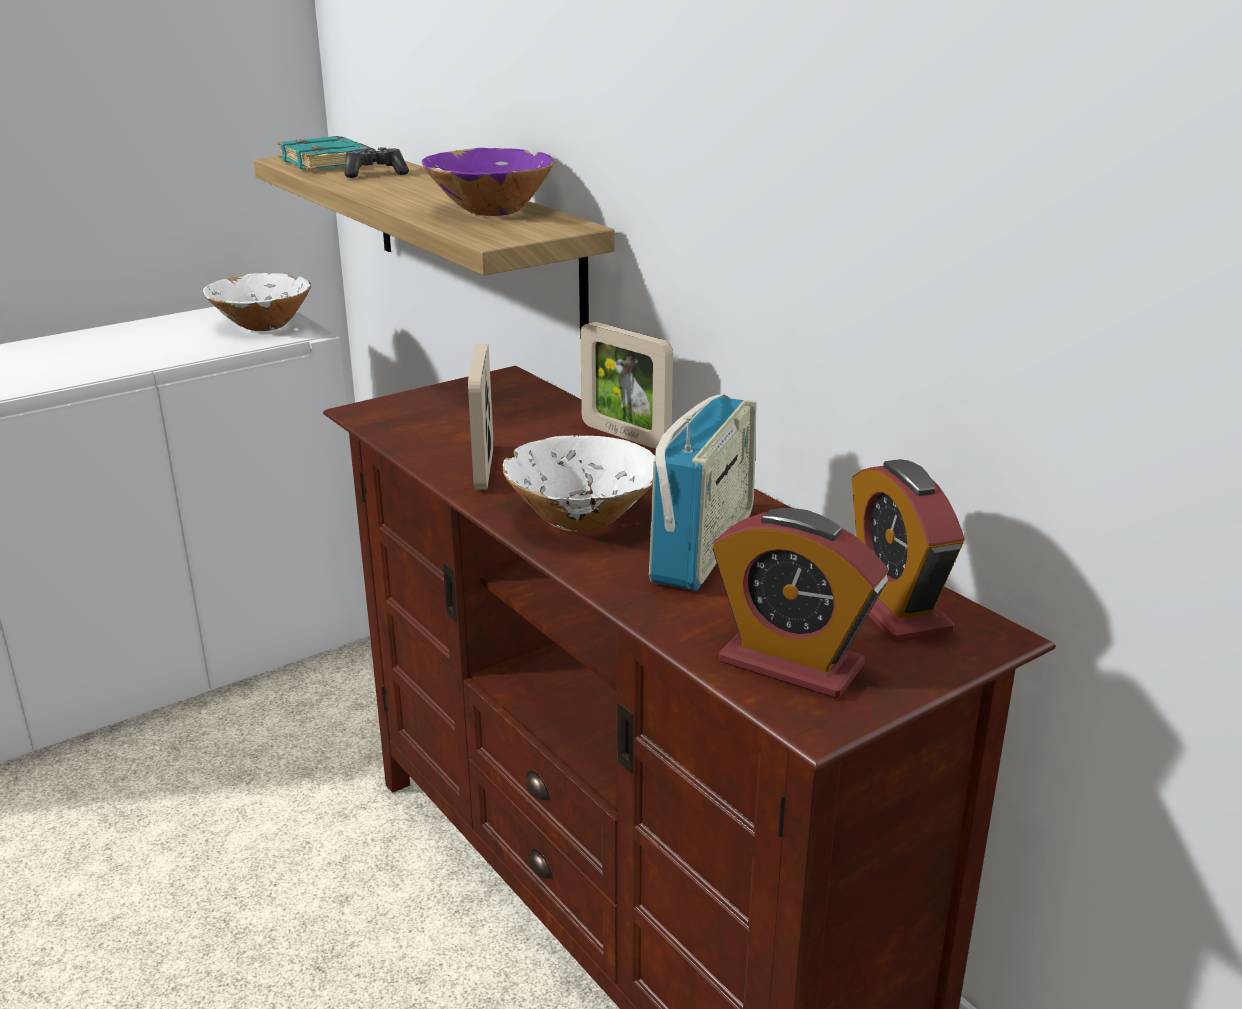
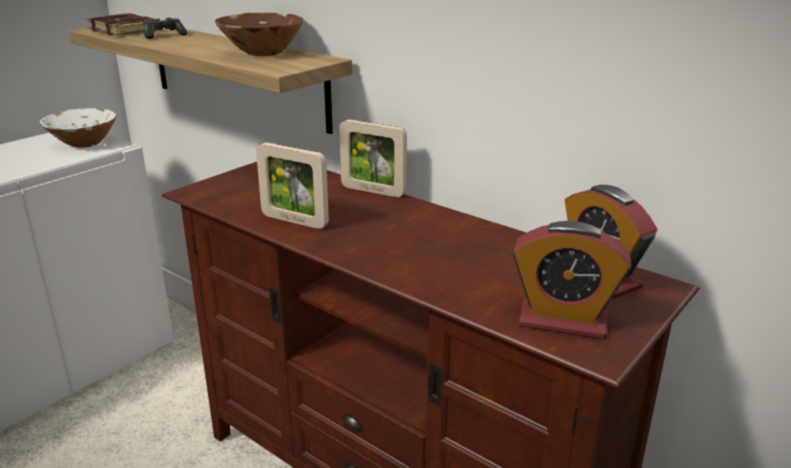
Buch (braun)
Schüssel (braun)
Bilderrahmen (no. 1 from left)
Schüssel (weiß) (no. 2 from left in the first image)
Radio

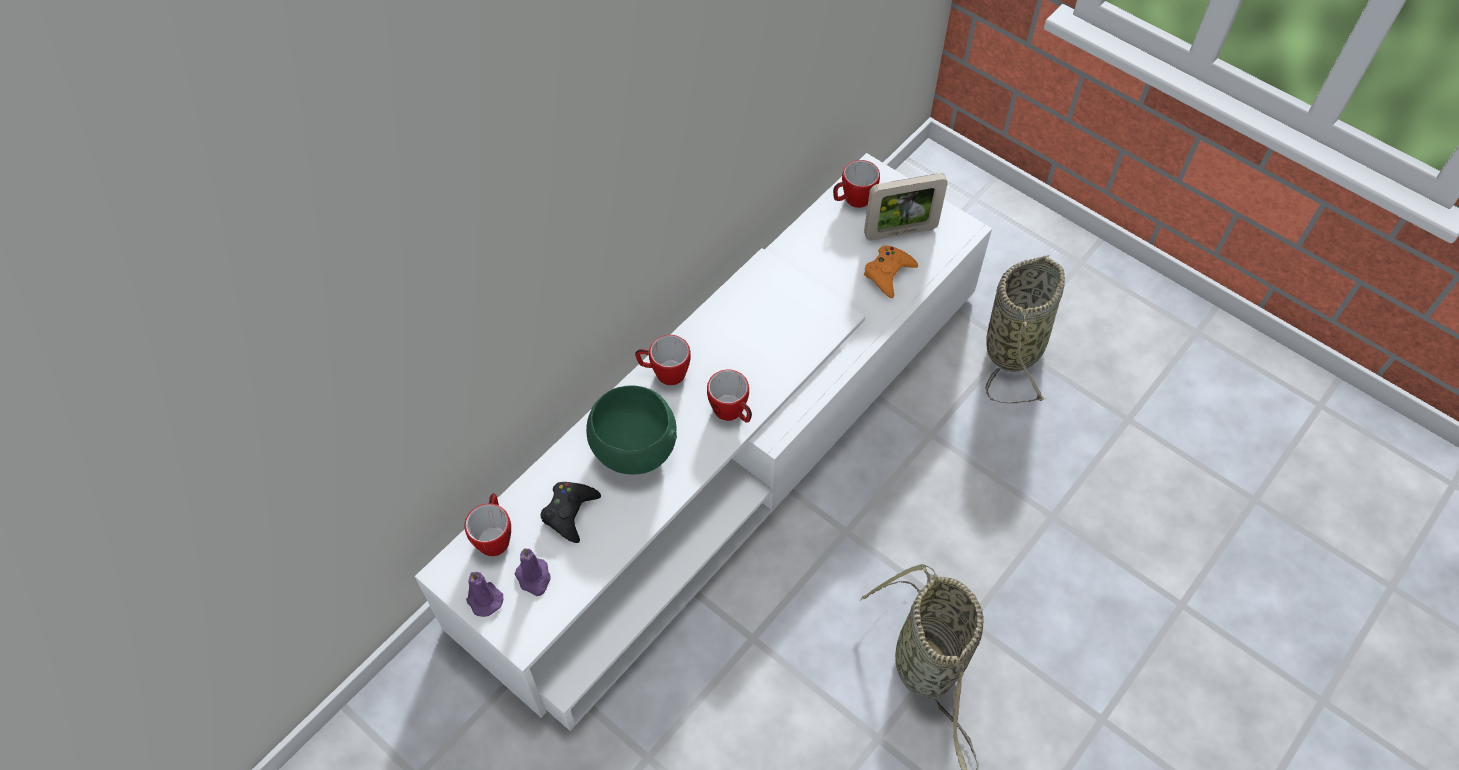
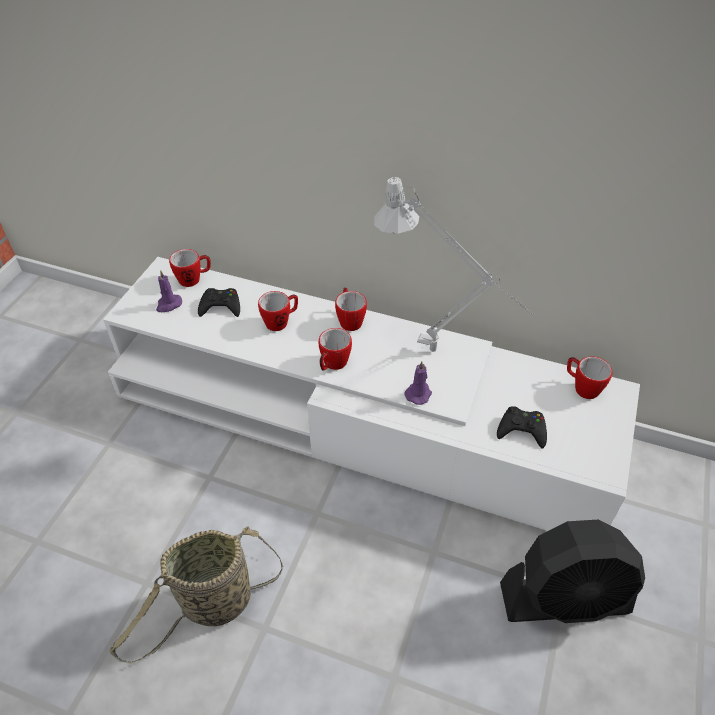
Kerze (lila) (no. 2 from left)
Henkelbecher (no. 2 from left)
Bilderrahmen
Gamepad (schwarz) (no. 2 from left)
Ventilator (schwarz)
Tischlampe (grau)

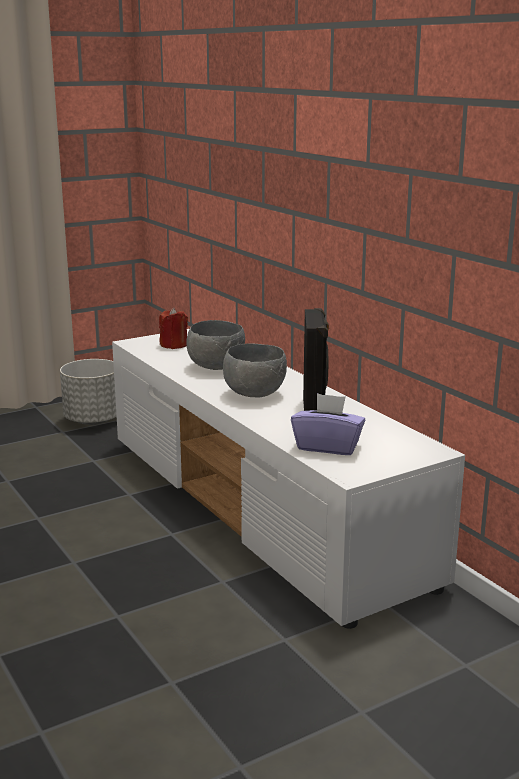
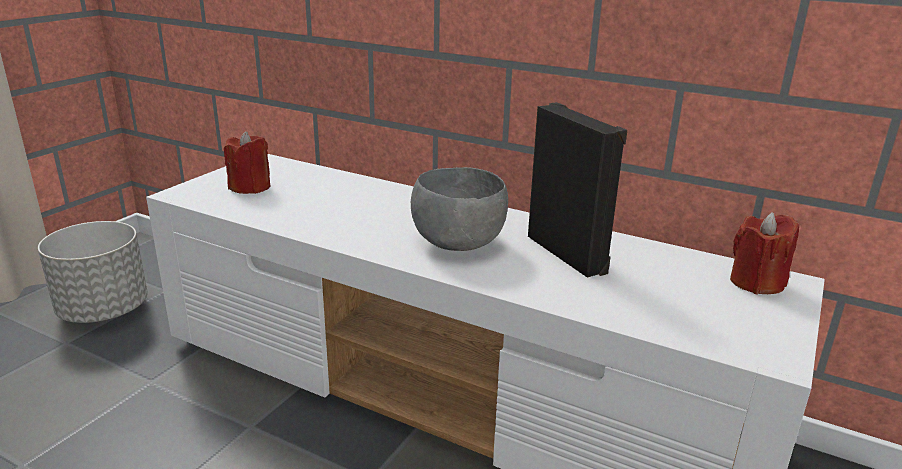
Schüssel (grau) (no. 1 from left in the first image)
Taschentuchbox (lila)
Kerze (rot) (no. 2 from left)

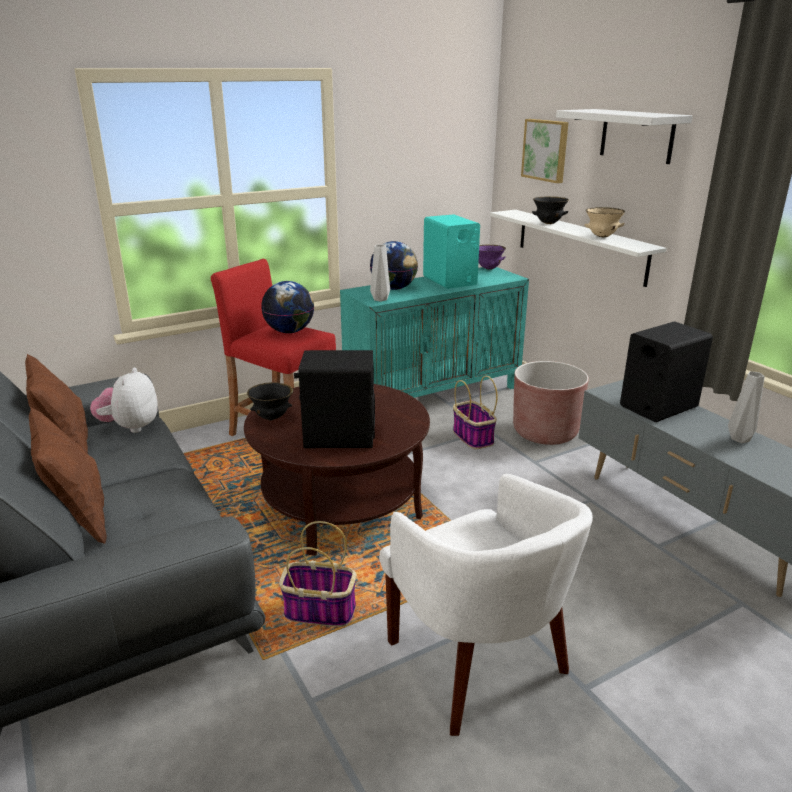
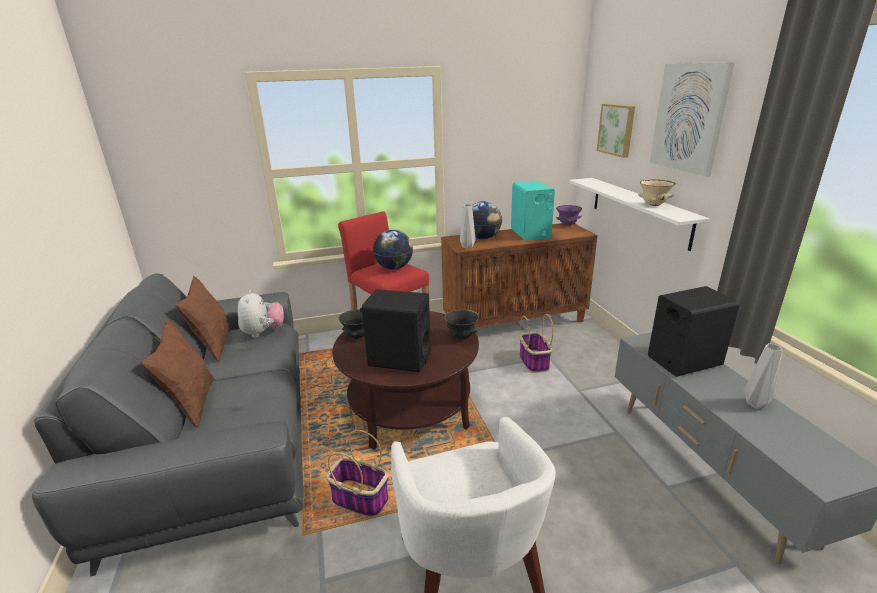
Plüschtier
Schrank (braun)
Pflanzkübel (braun)
Schüssel (schwarz) (no. 2 from left)
Bild (no. 2 from left)

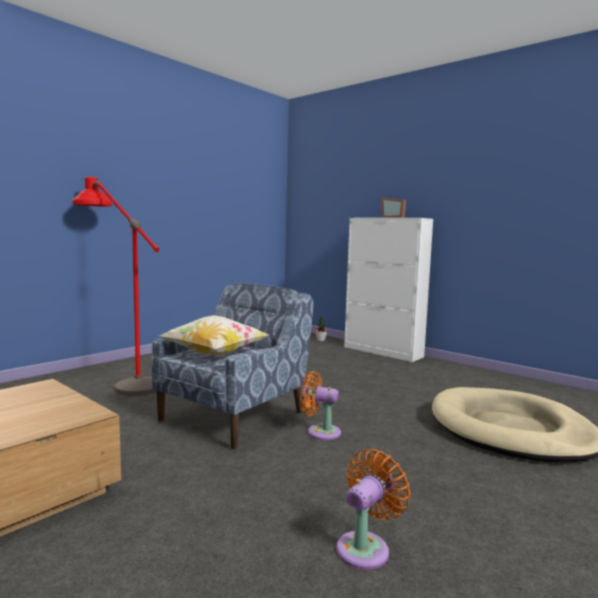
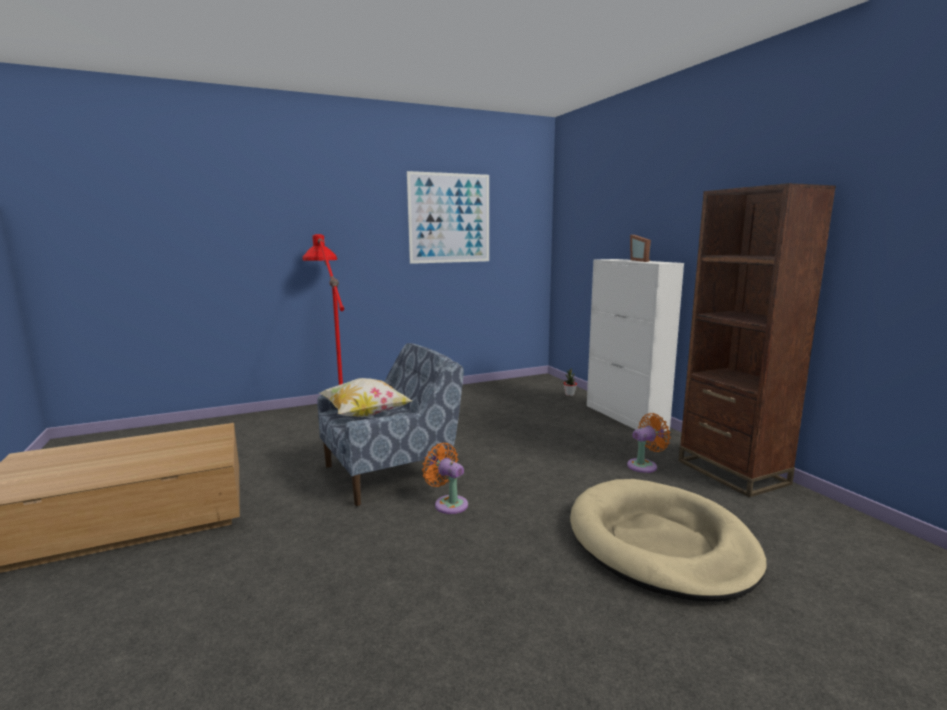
Ventilator (orange) (no. 2 from left)
Bild
Bücherregal (braun)

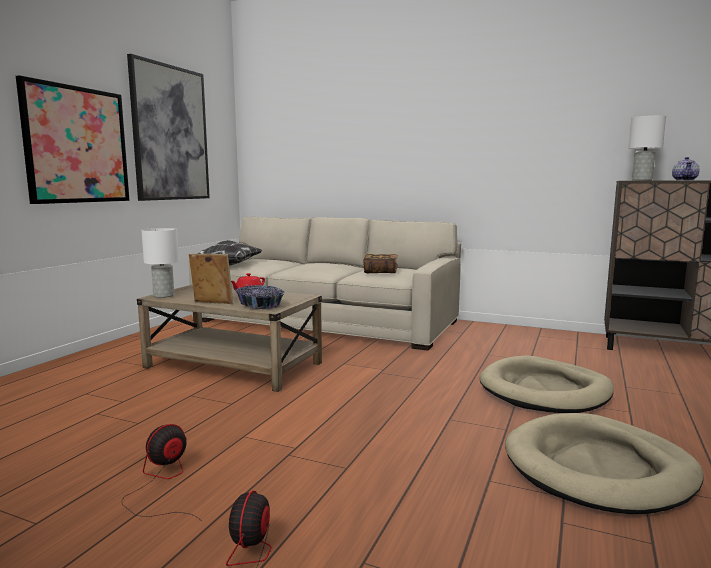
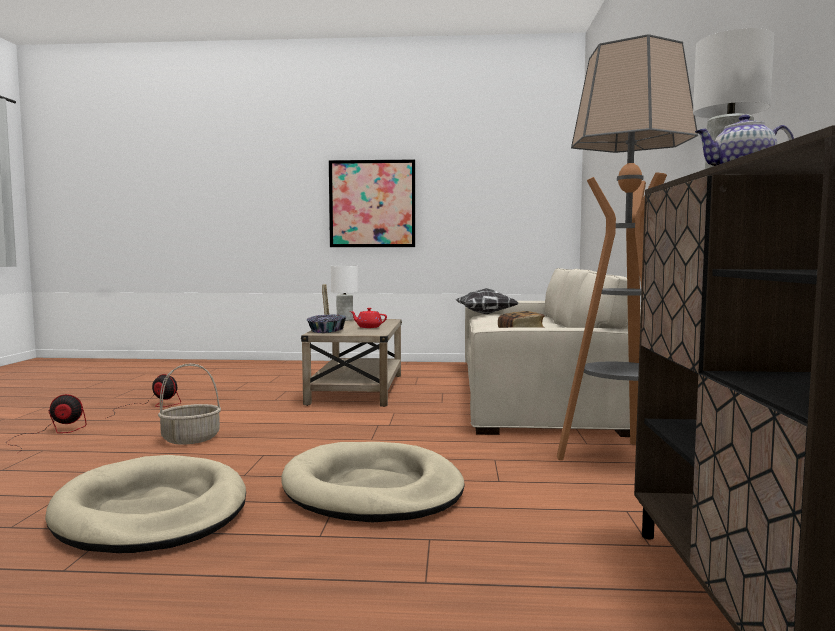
Bild (no. 2 from left in the first image)
Korb
Stehlampe

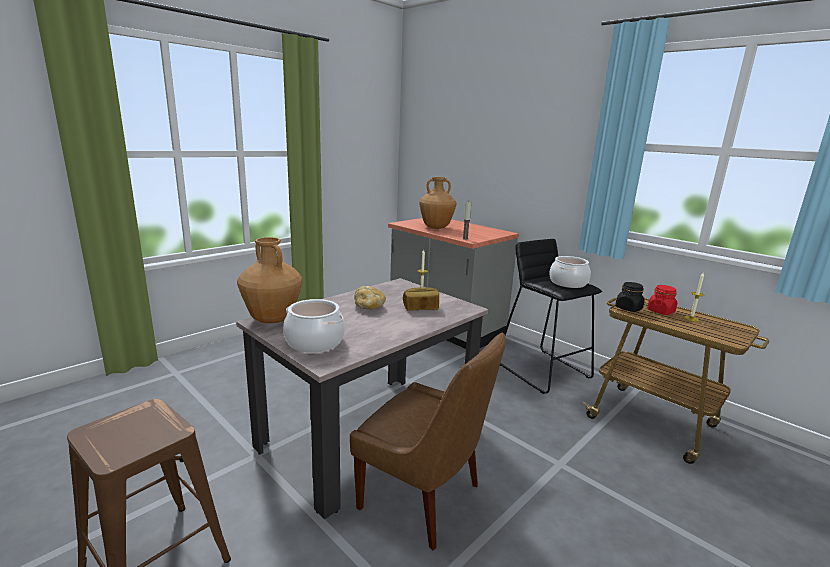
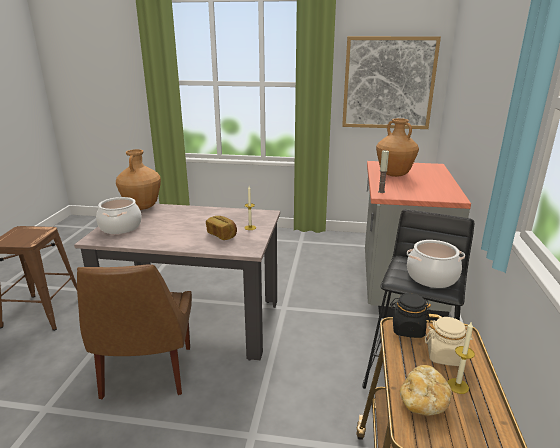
Brot (no. 2 from left)
Vorratsglas (beige)
Bild

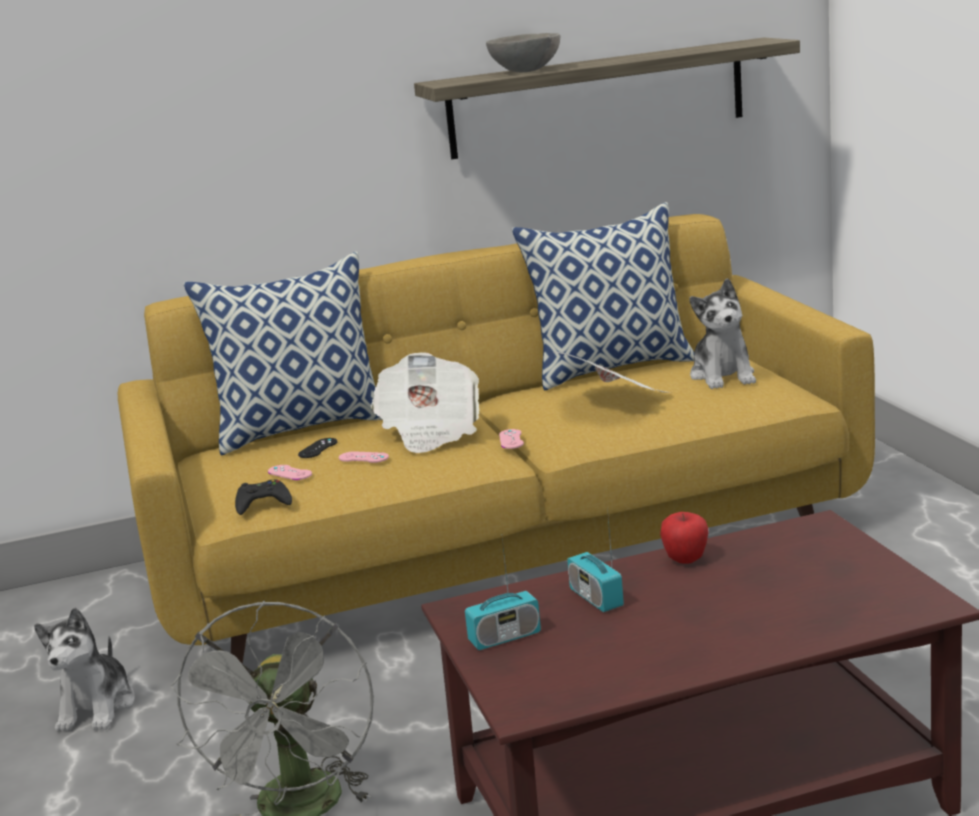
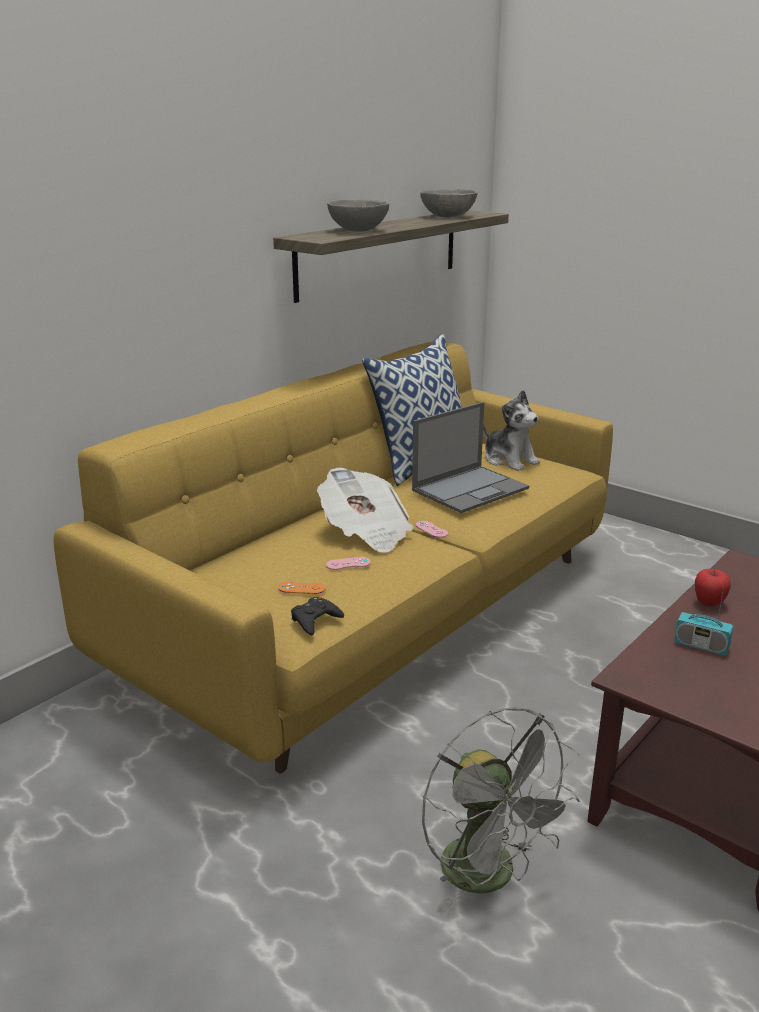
Plüschtier (no. 1 from left in the first image)
Kissen (no. 1 from left in the first image)
Gamepad (orange)
Gamepad (schwarz) (no. 2 from left in the first image)
Radio (no. 1 from left in the first image)
Laptop
Schüssel (grau) (no. 2 from left)

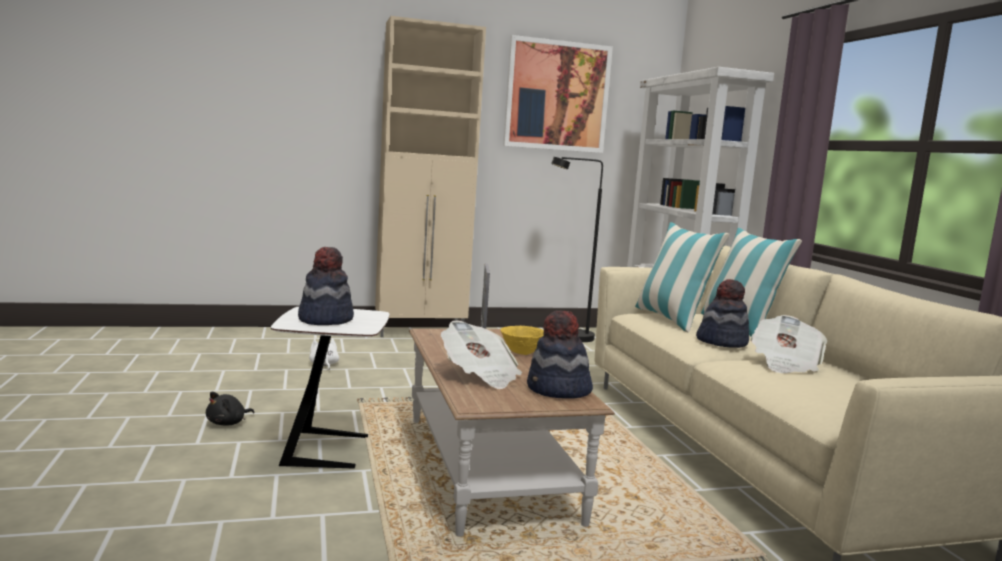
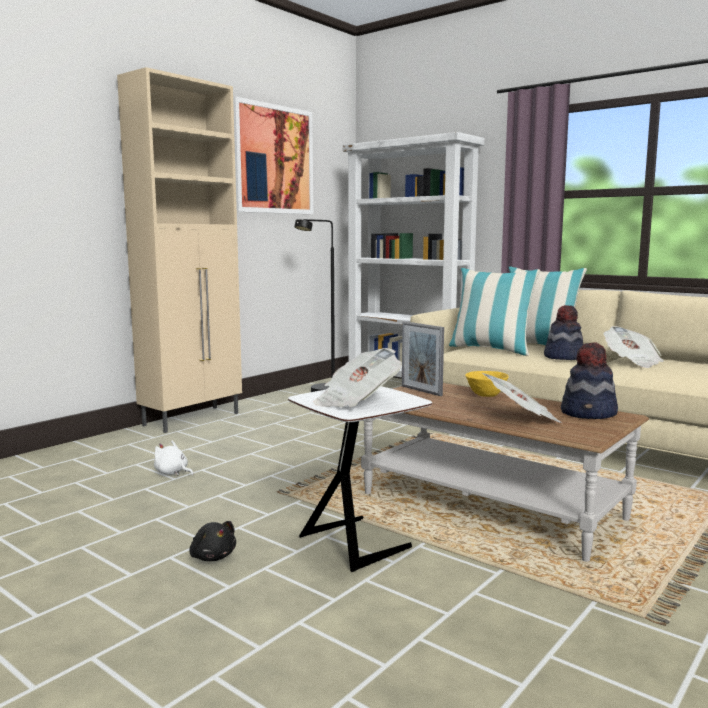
Plüschtier (schwarz)
Zeitung (no. 1 from left)

